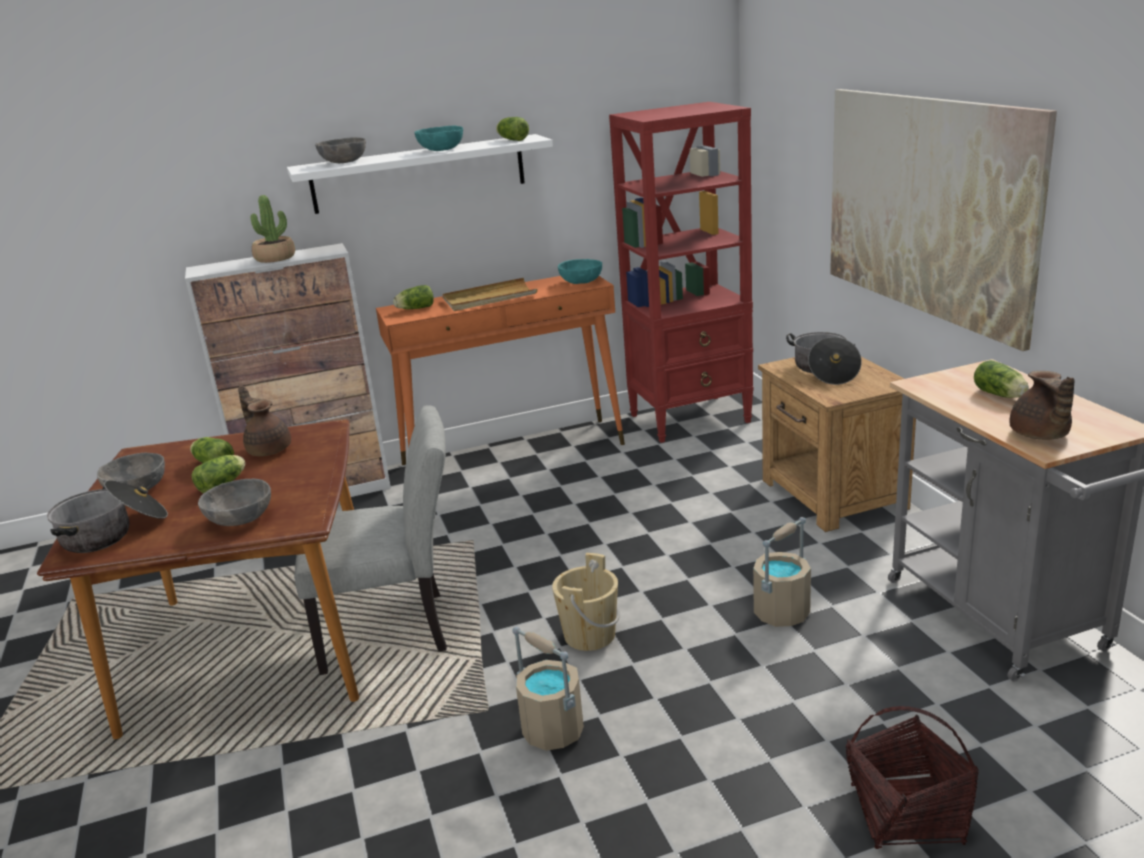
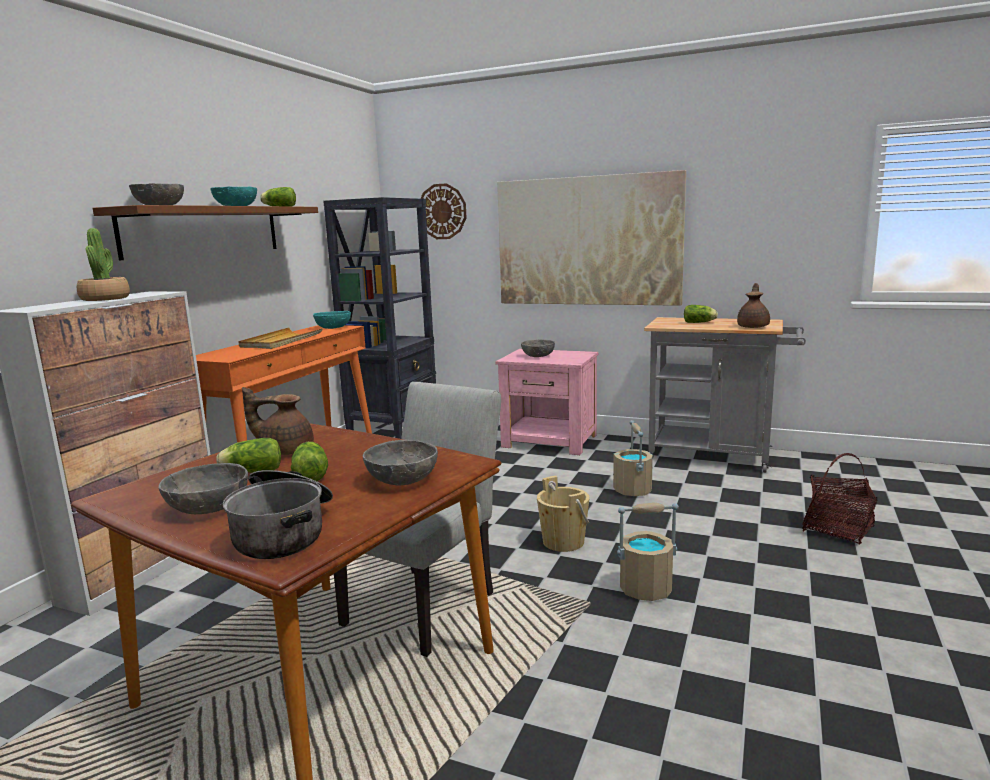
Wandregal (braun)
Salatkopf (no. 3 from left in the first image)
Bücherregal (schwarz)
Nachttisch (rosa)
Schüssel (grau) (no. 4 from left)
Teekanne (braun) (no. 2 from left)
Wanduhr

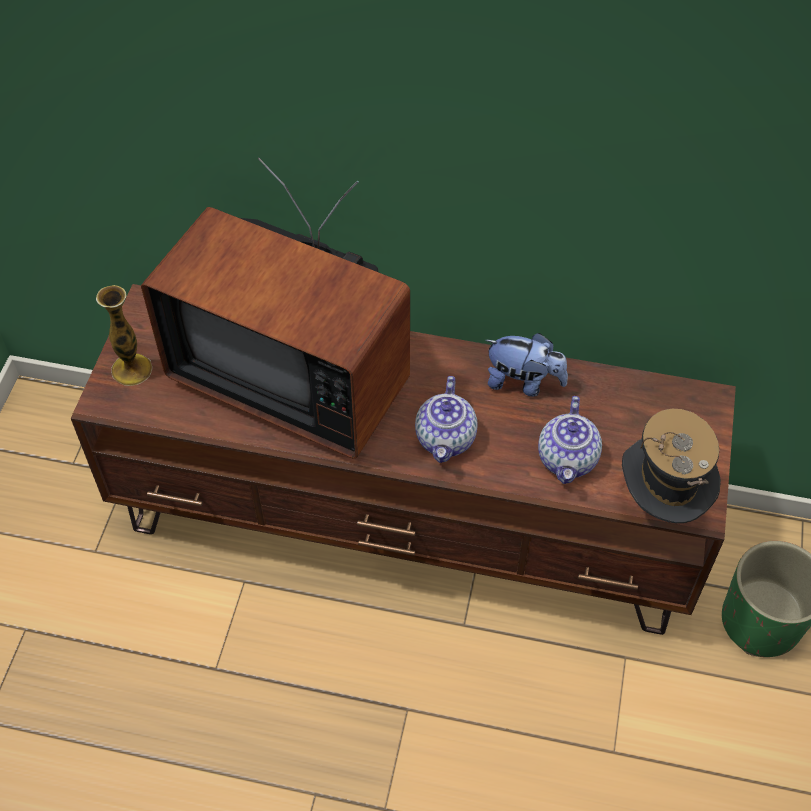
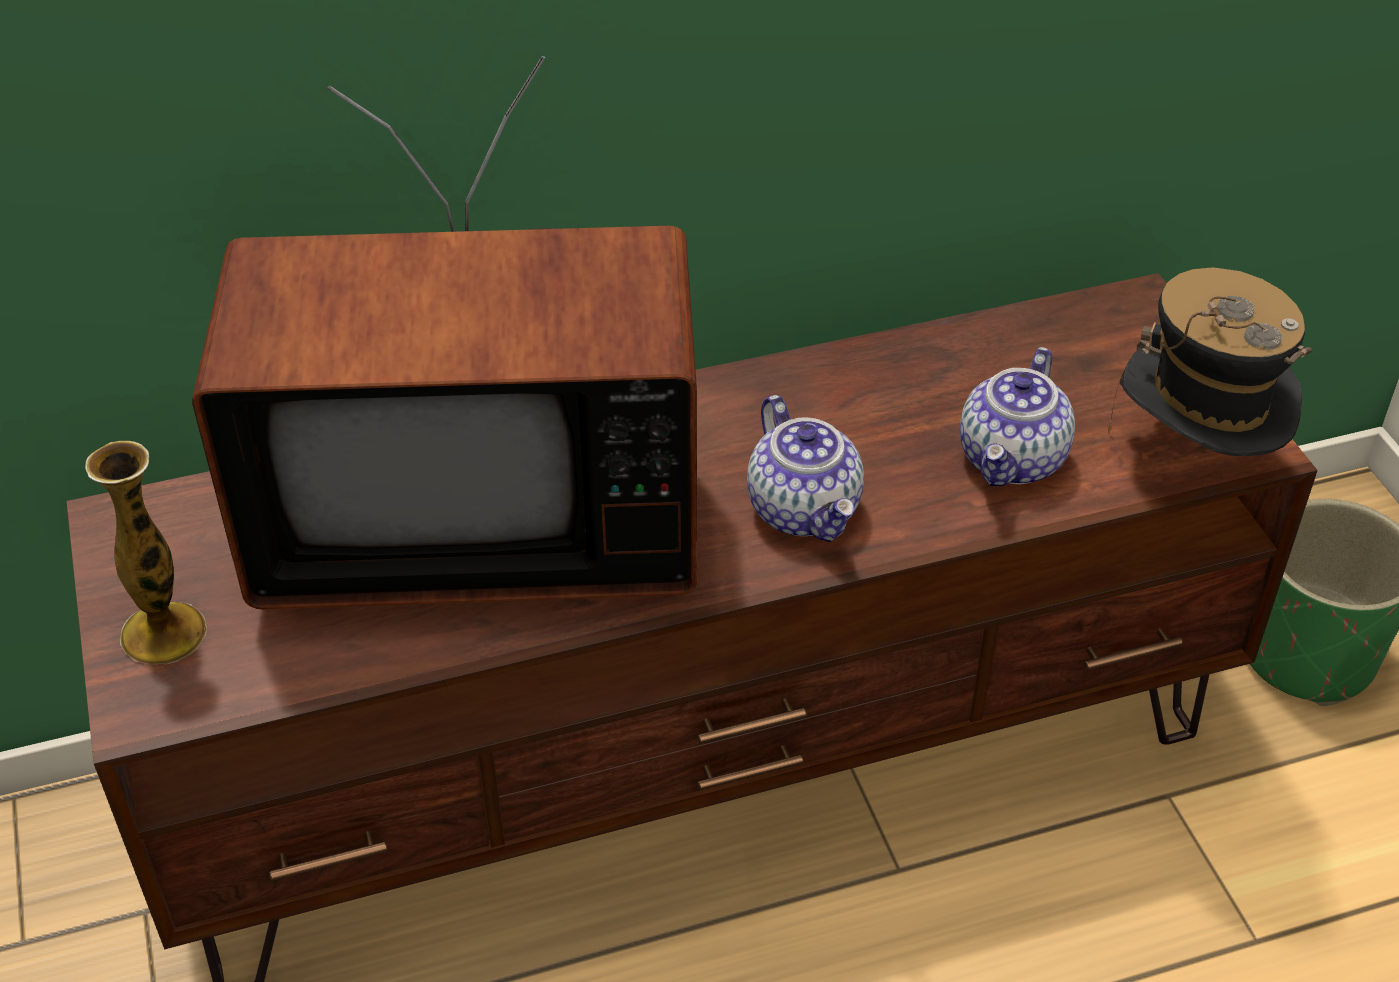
Plüschtier
Teekanne (no. 2 from left)

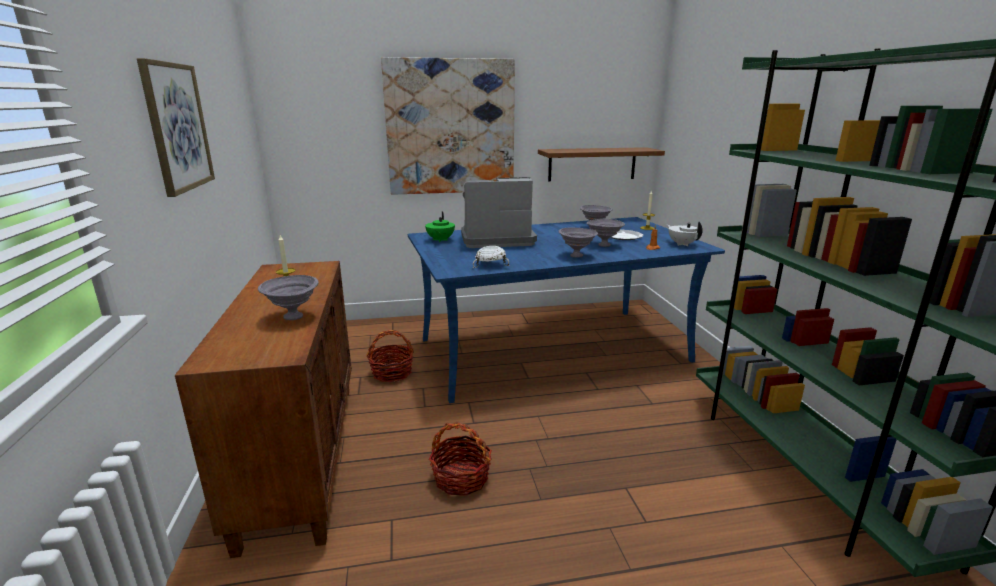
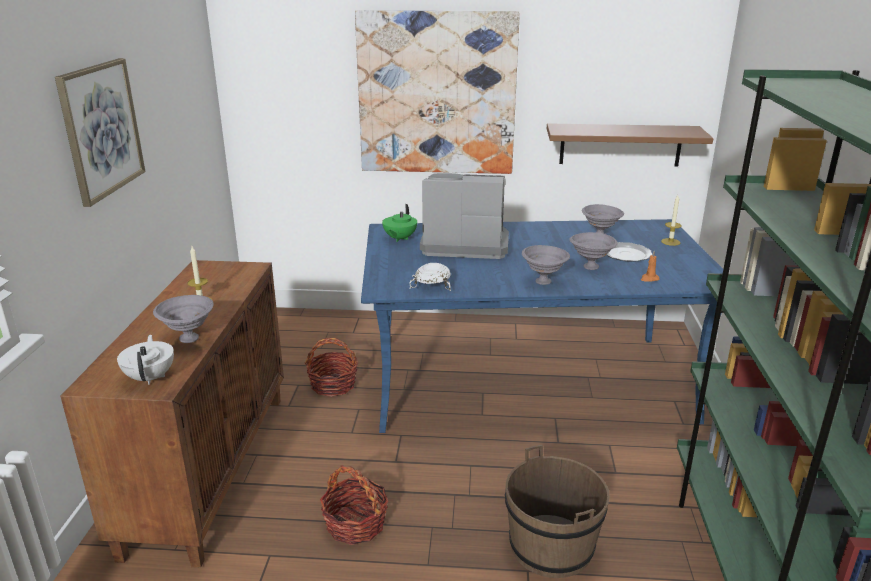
Teekanne (weiß)
Eimer (braun)

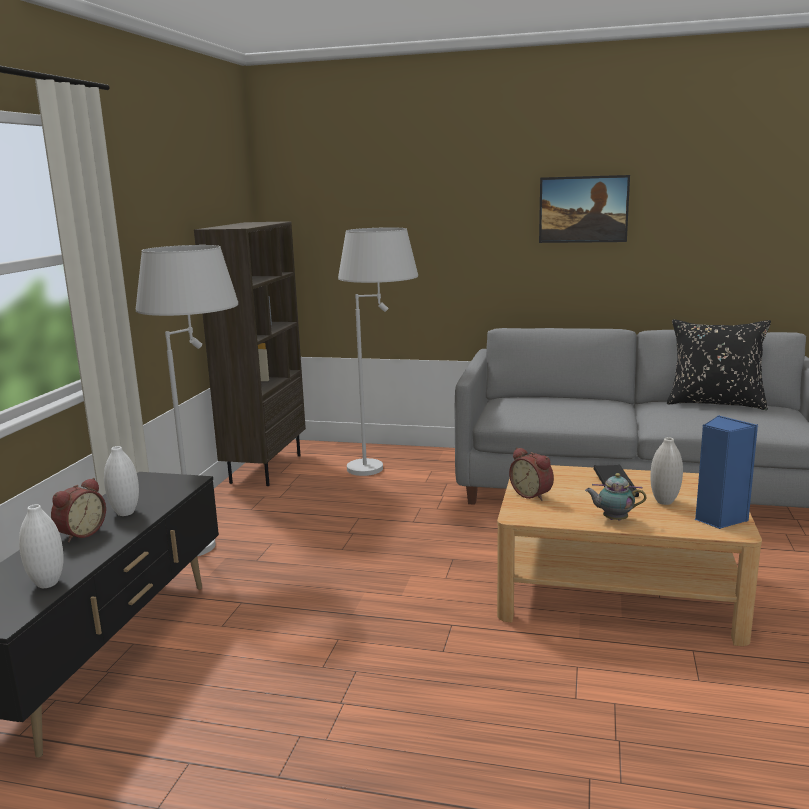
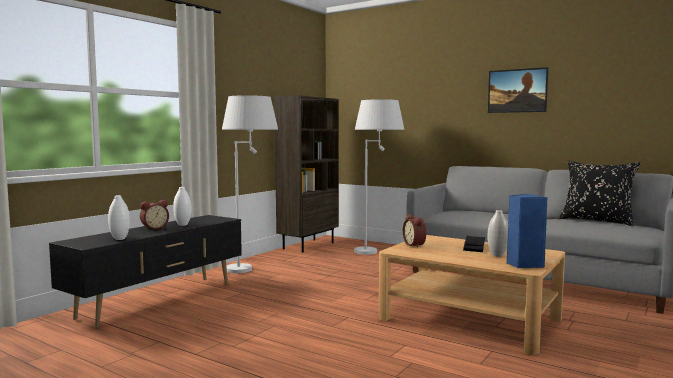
Teekanne

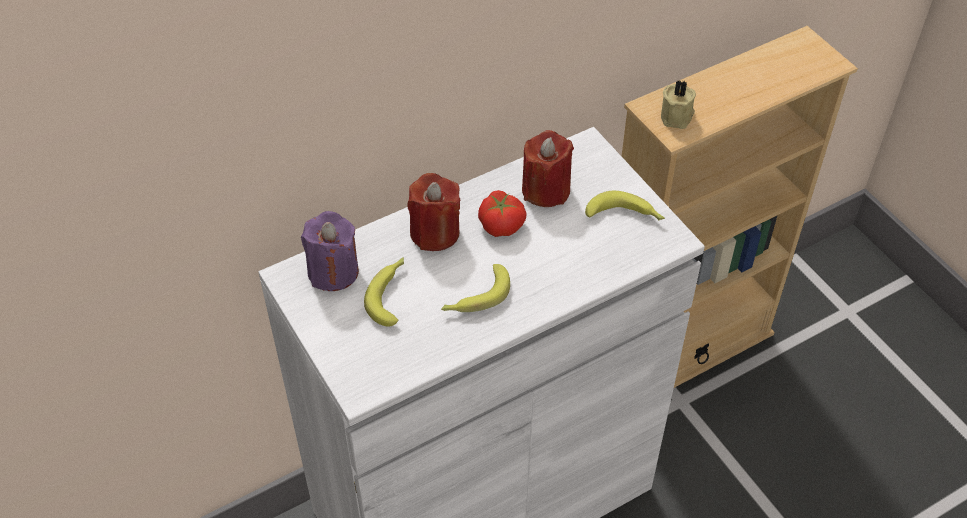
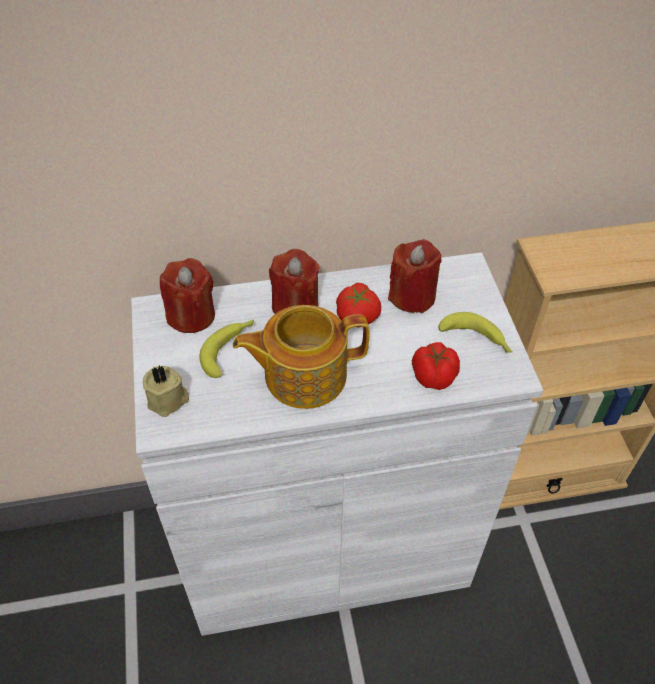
Kerze (rot) (no. 1 from left)
Teekanne
Kerze (beige)
Tomate (no. 2 from left)

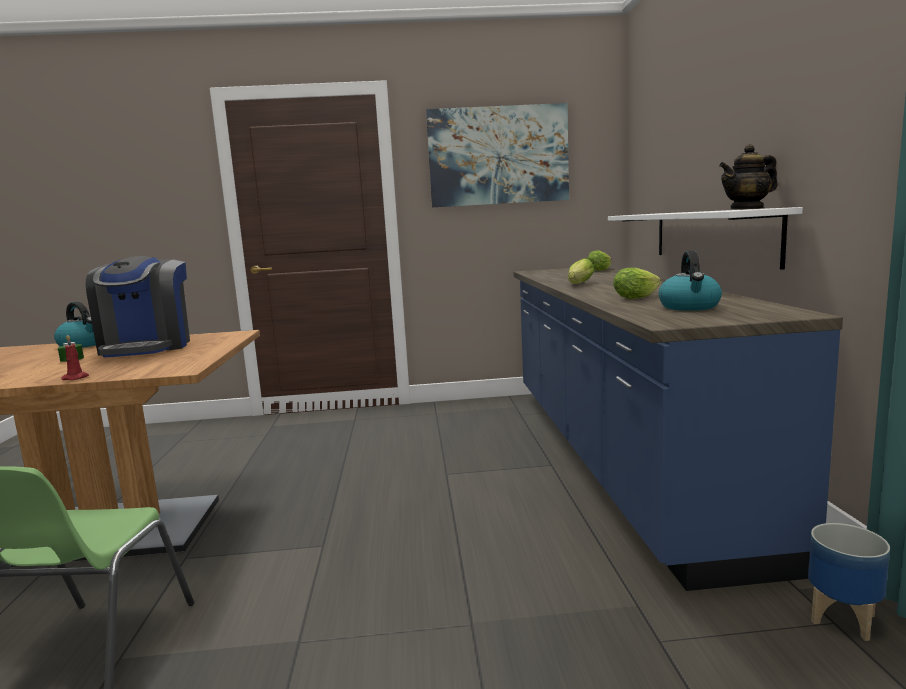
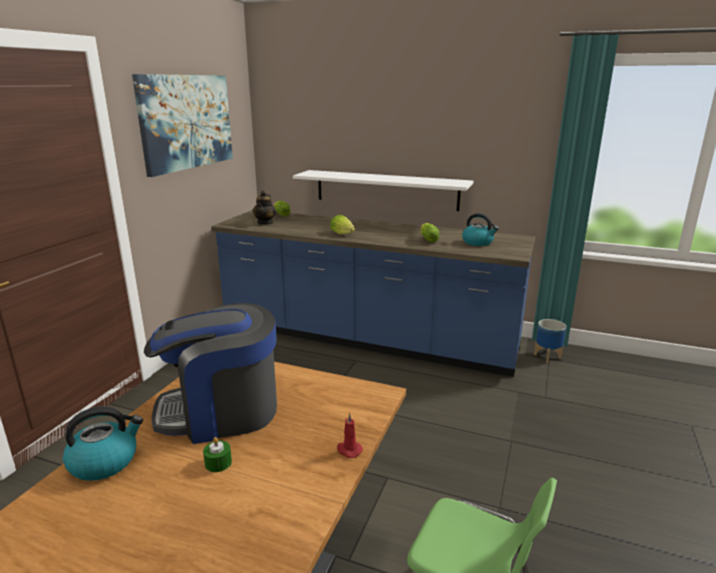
Kaffeemaschine
Teekanne

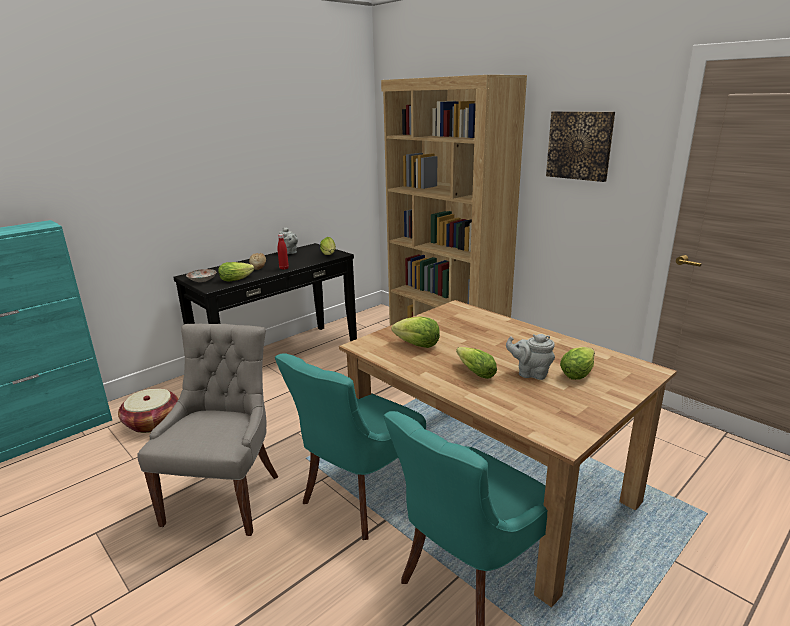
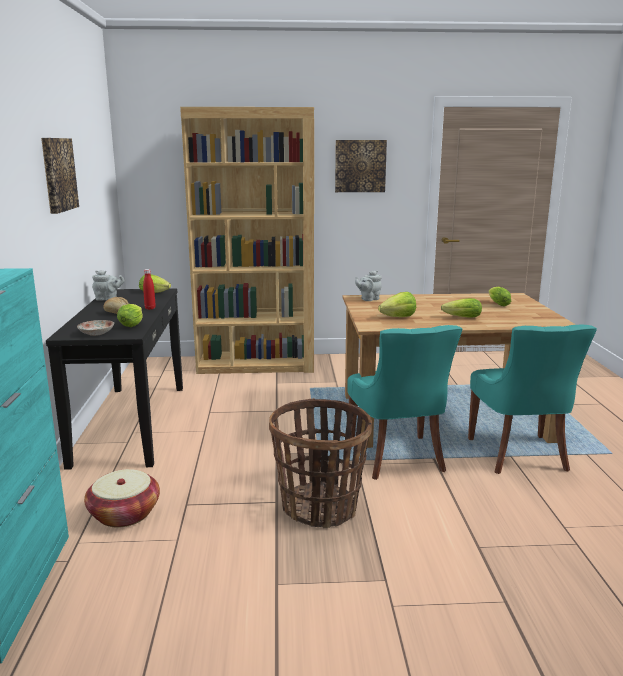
Korb (no. 2 from left)
Teekanne (grau) (no. 2 from left)
Bild (no. 1 from left)

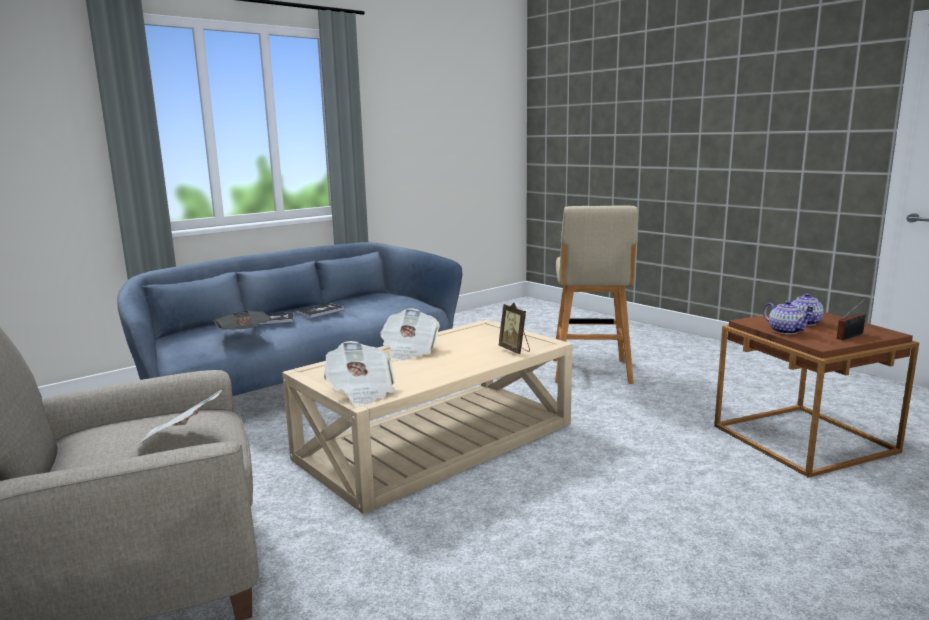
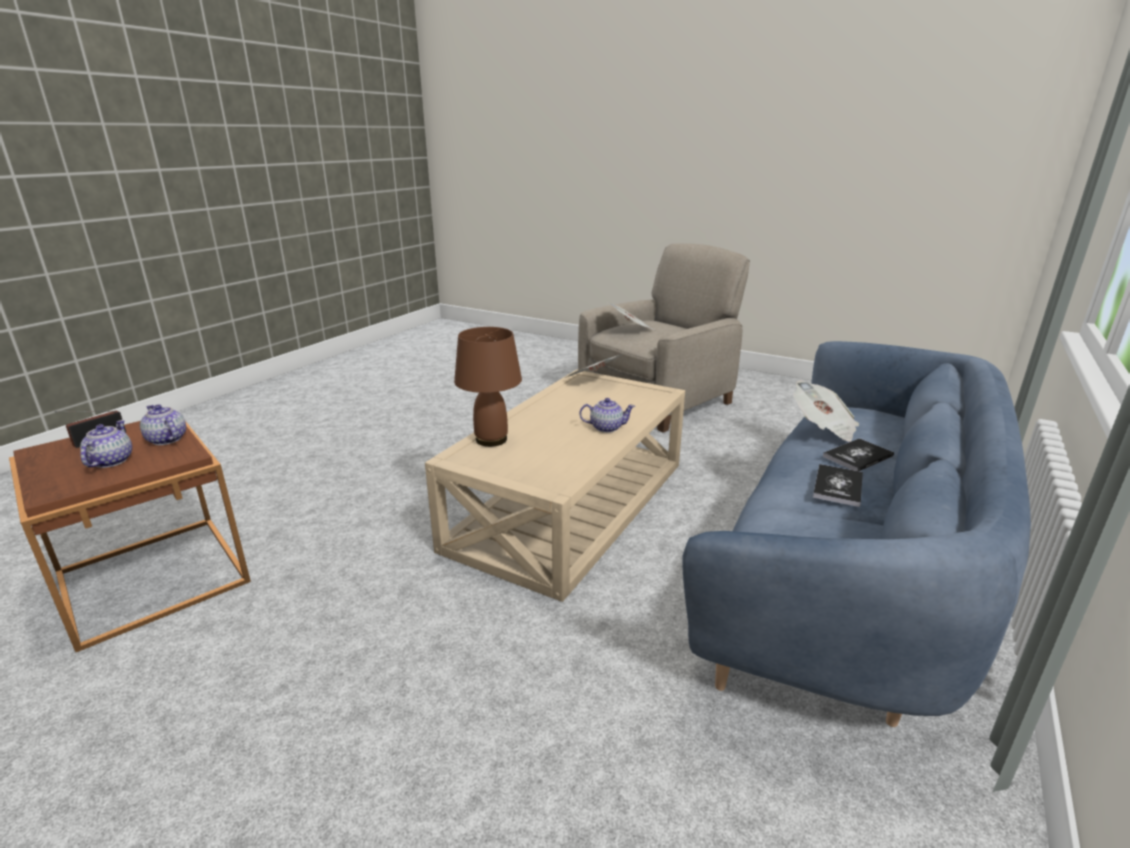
Teekanne (no. 3 from left)
Tischlampe (braun)
Hocker (beige)

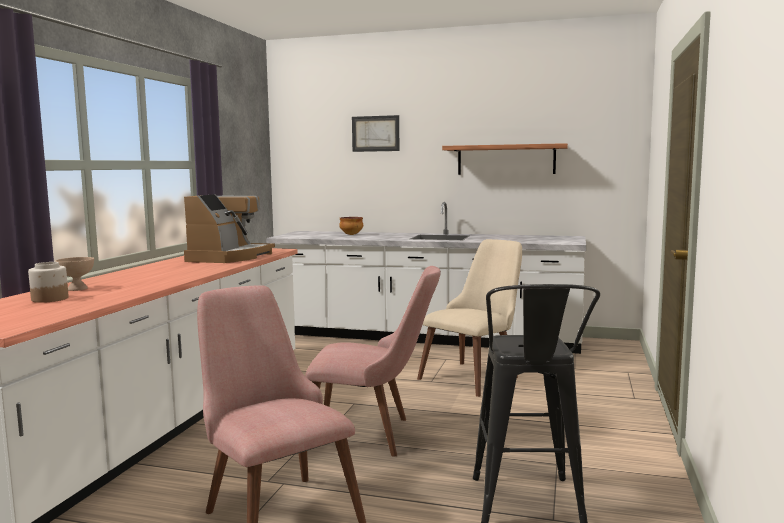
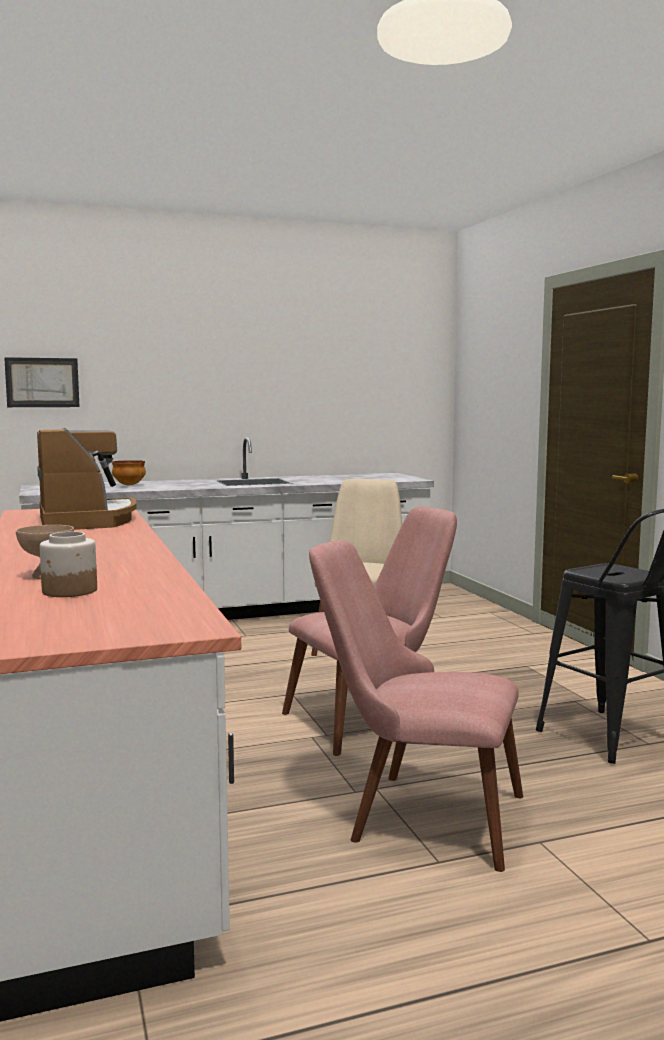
Bild
Wandregal

